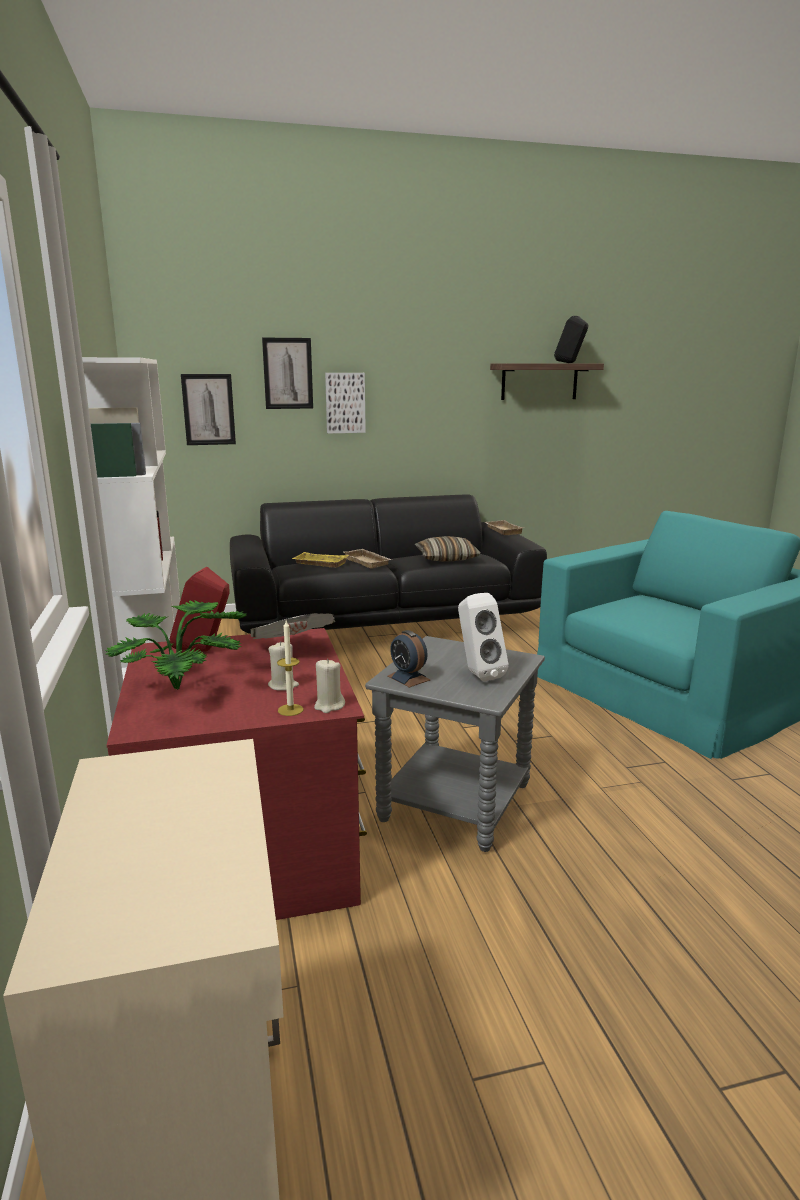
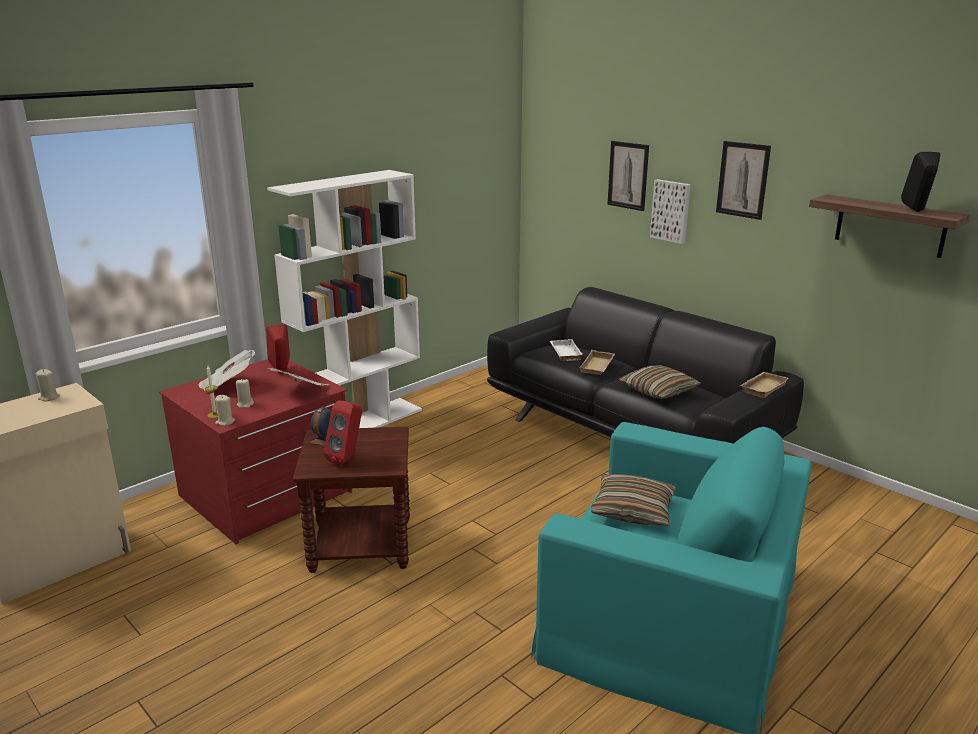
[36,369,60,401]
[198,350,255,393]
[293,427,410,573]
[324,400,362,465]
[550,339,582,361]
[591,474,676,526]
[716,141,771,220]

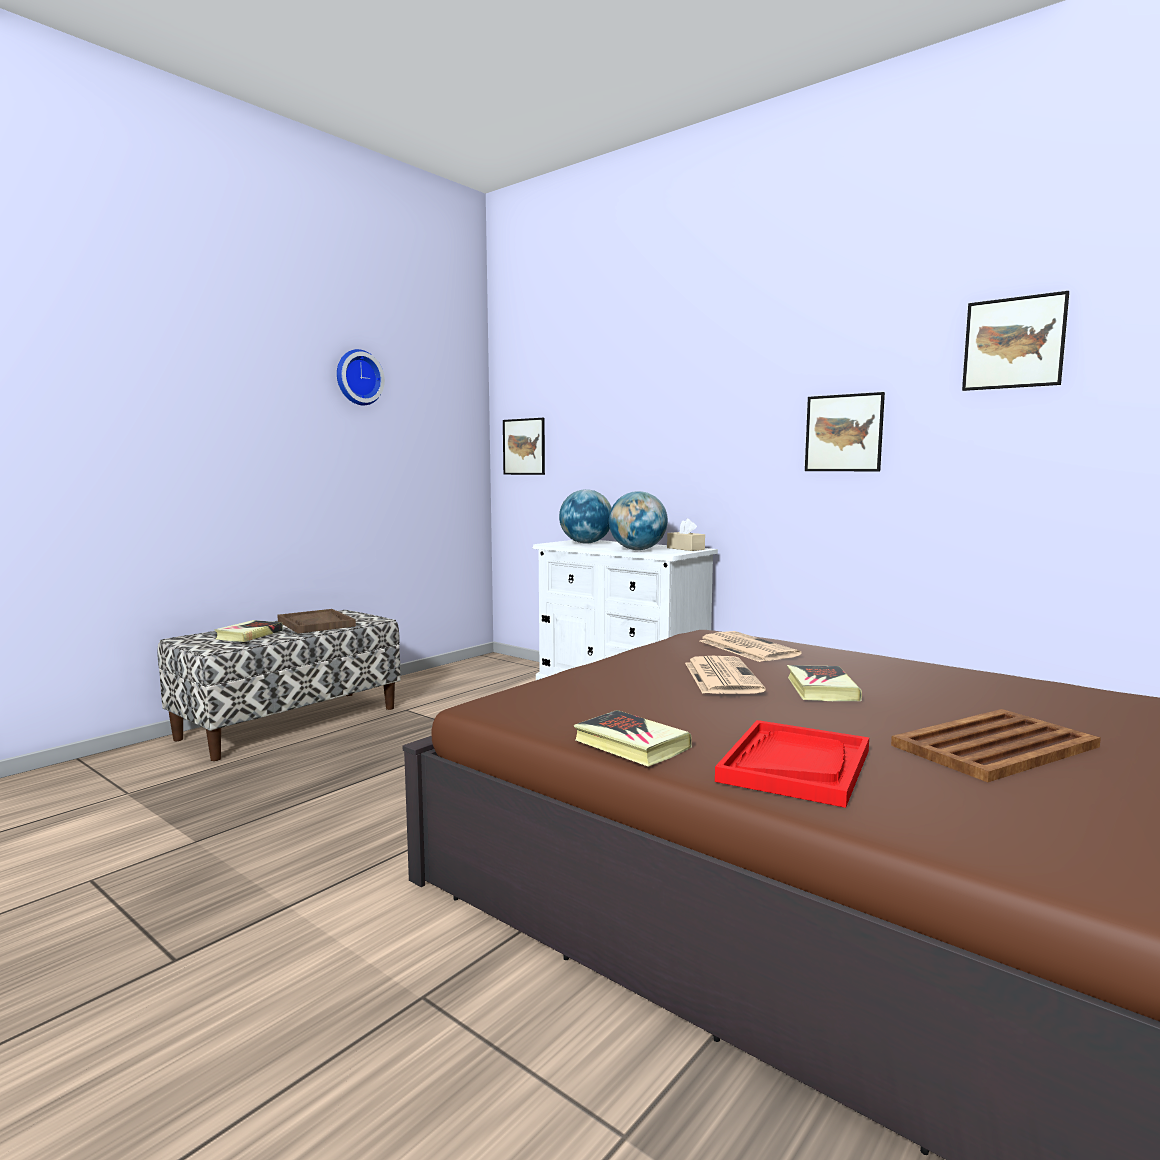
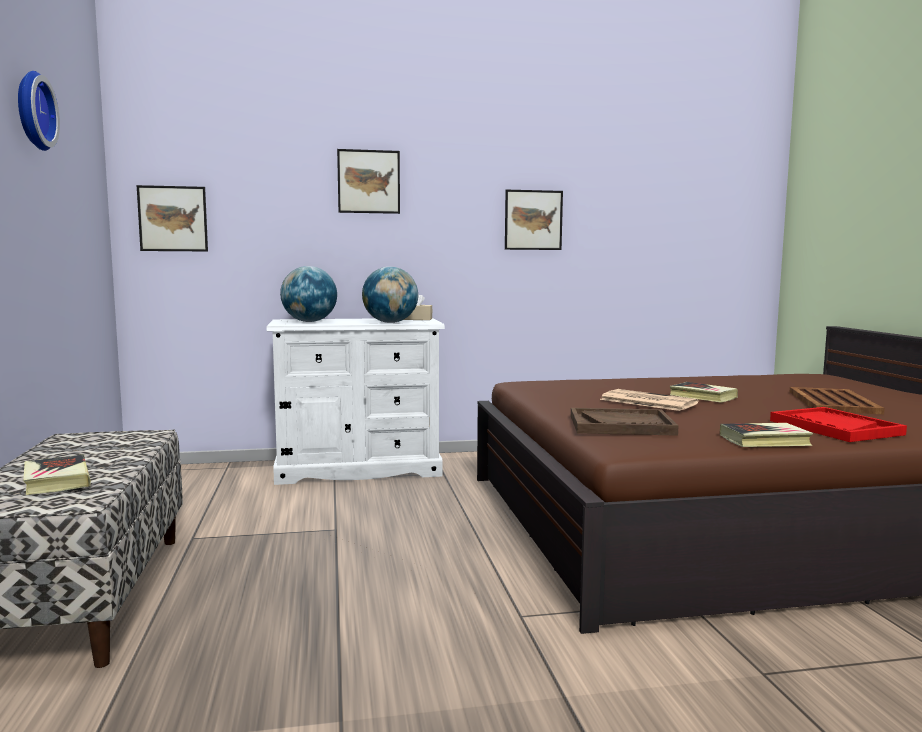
[337,149,400,214]
[571,408,678,436]
[700,631,802,662] (first image)

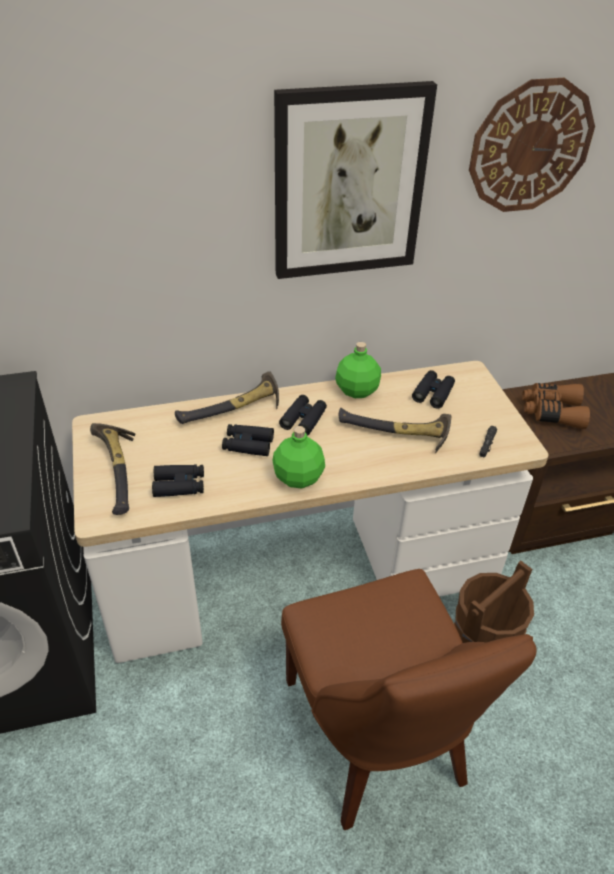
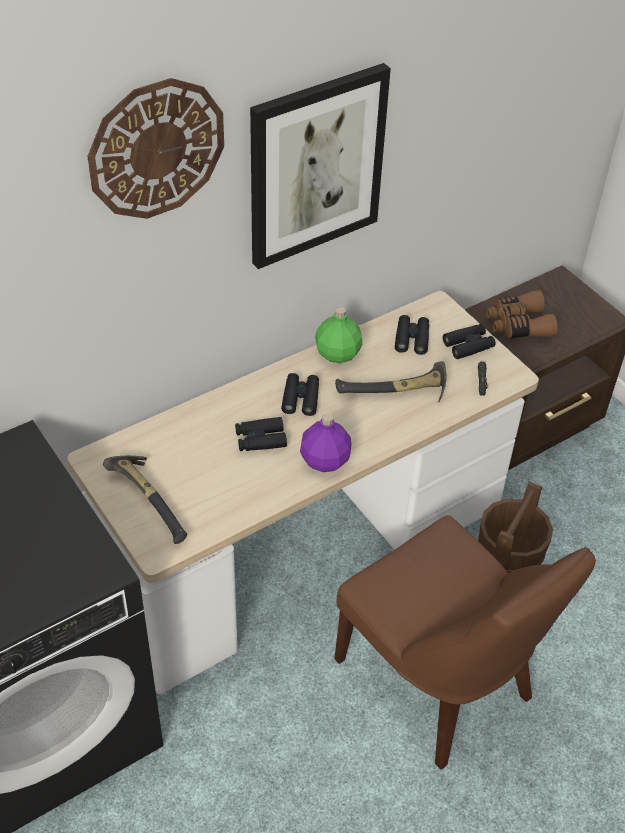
[87,78,224,219]
[300,413,351,472]
[443,324,496,359]
[175,371,279,424] (first image)

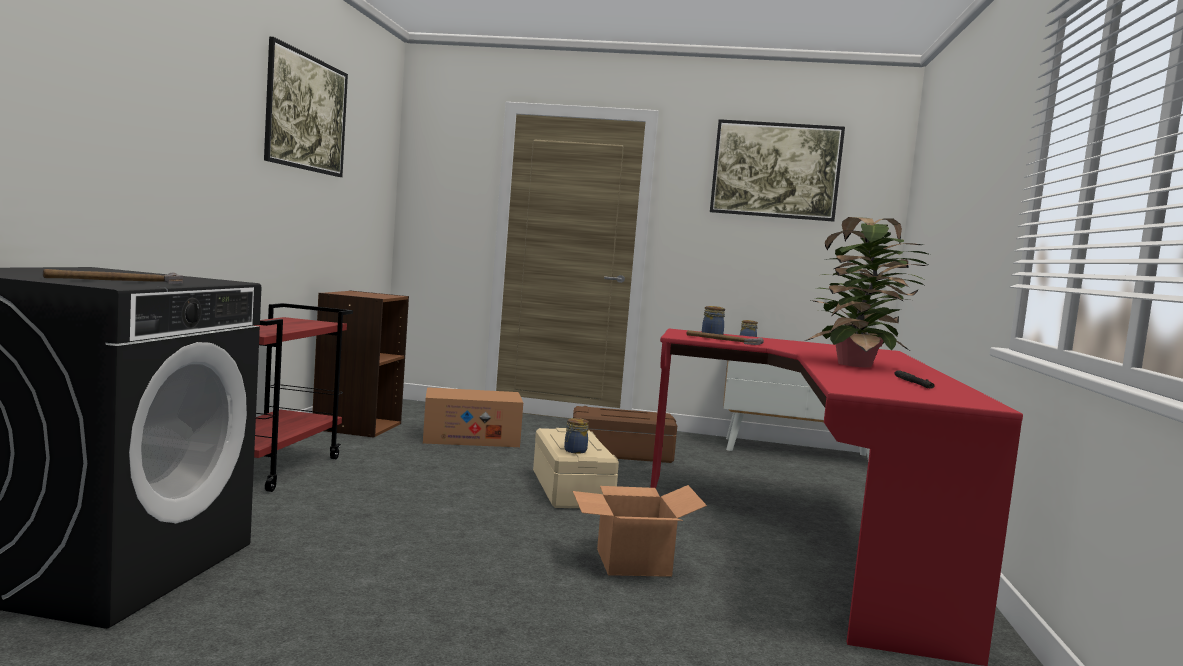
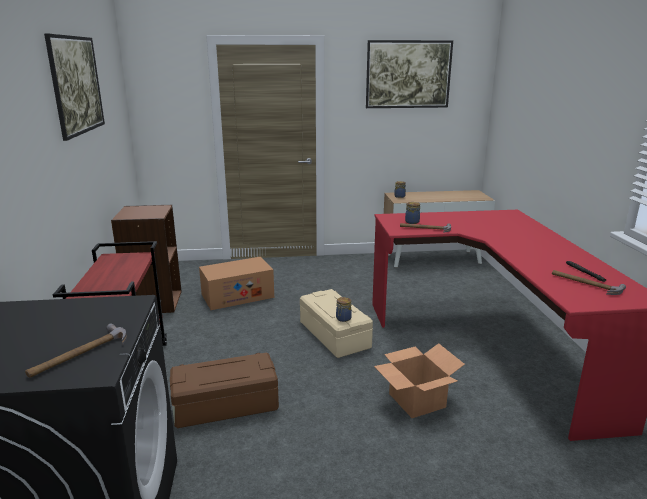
[170,353,279,428]
[552,270,626,295]
[805,217,930,368] (first image)

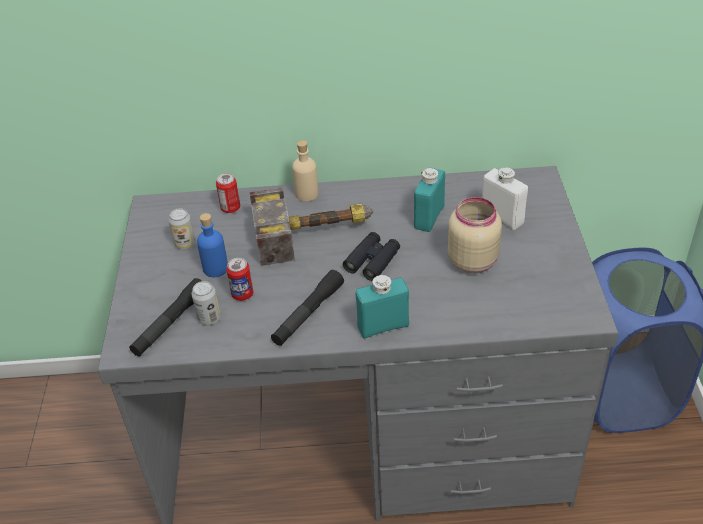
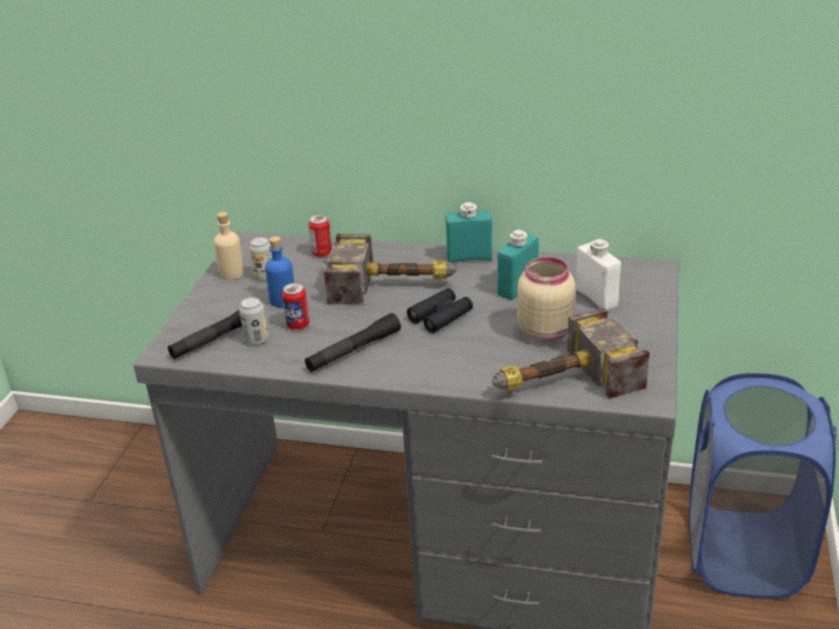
[214,212,244,280]
[445,202,493,263]
[492,307,650,399]

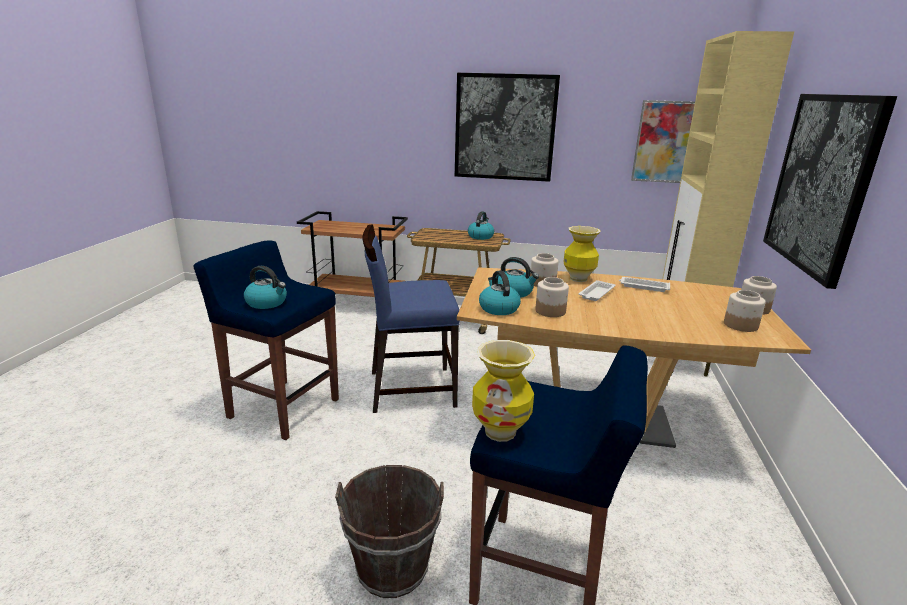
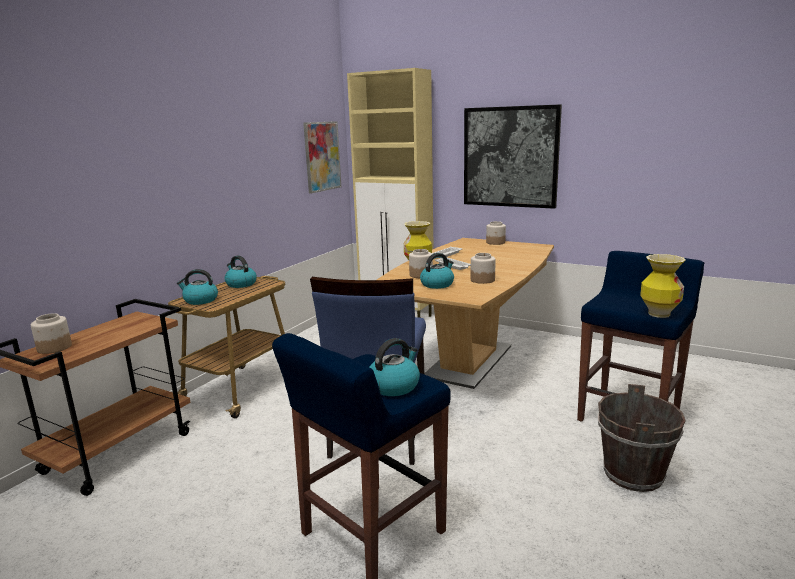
[31,313,72,354]
[177,269,218,305]
[455,73,560,182] (first image)

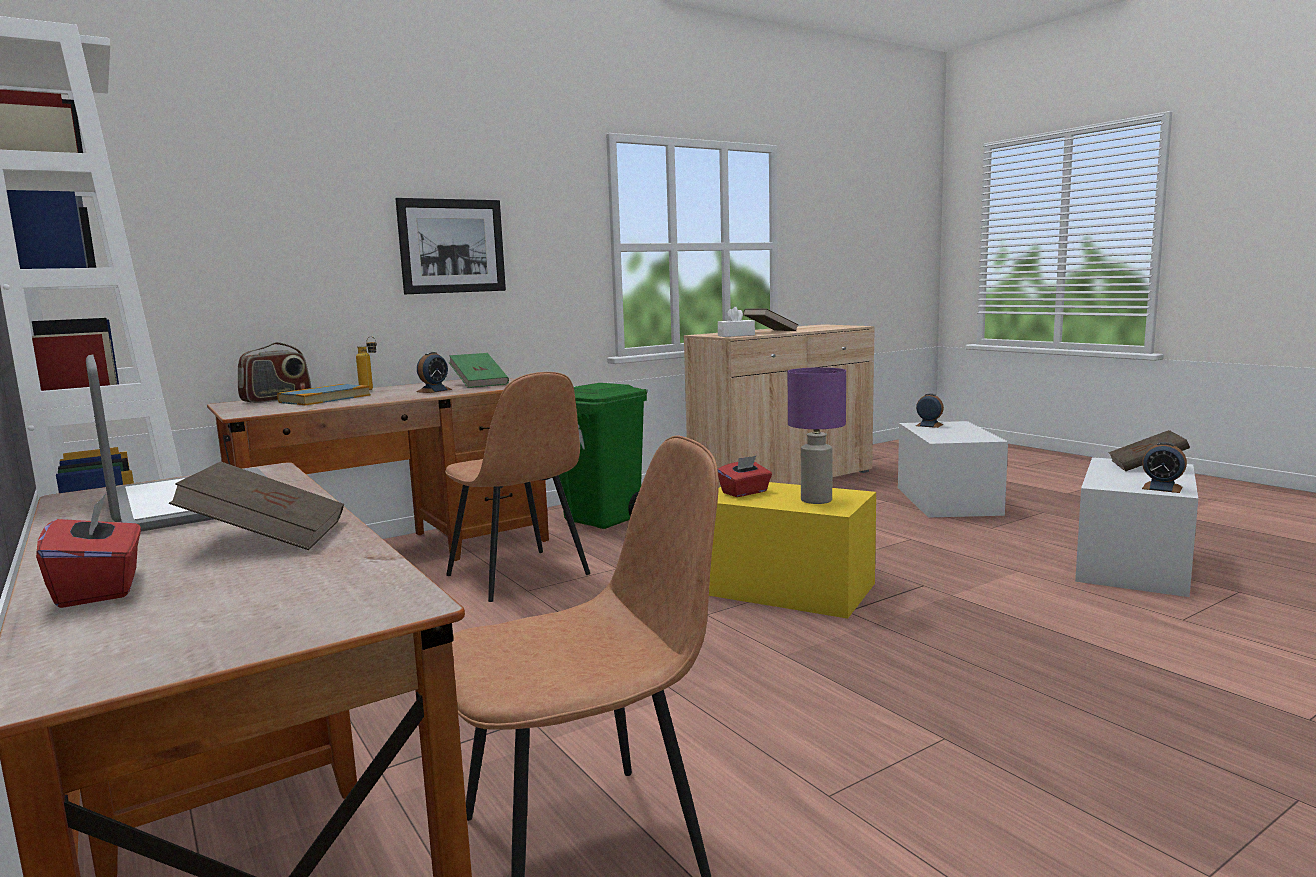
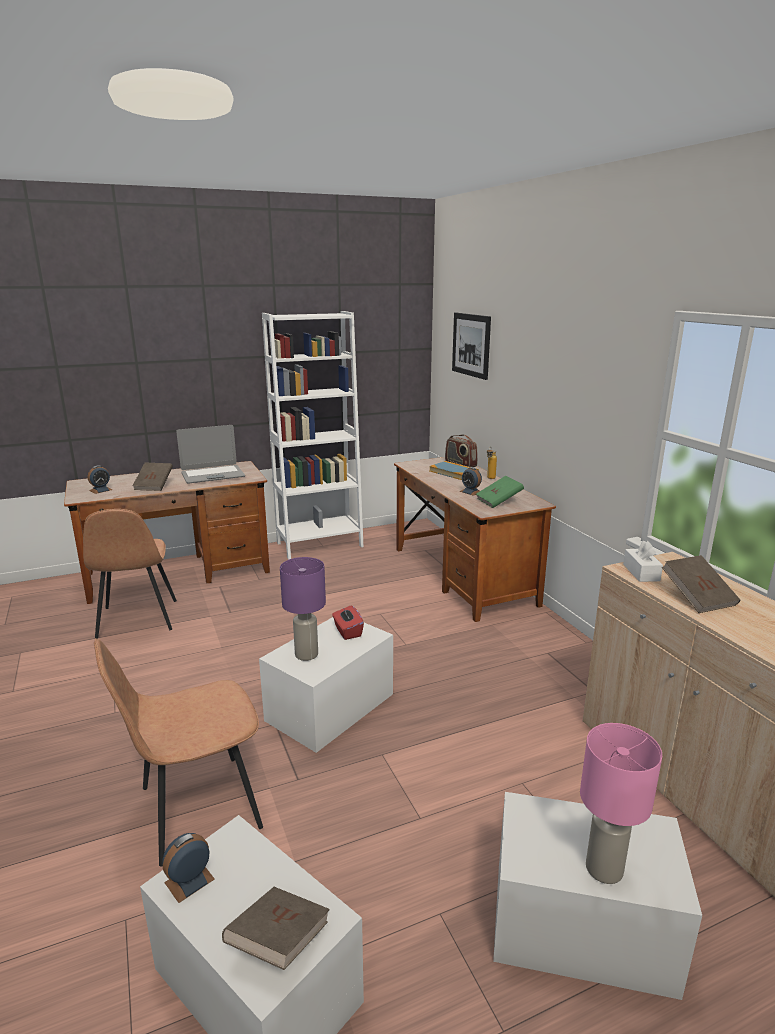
[88,466,112,494]
[94,638,263,866]
[259,617,393,753]
[452,313,491,380]
[580,723,662,884]
[36,494,141,608] (first image)
[559,383,648,529] (first image)

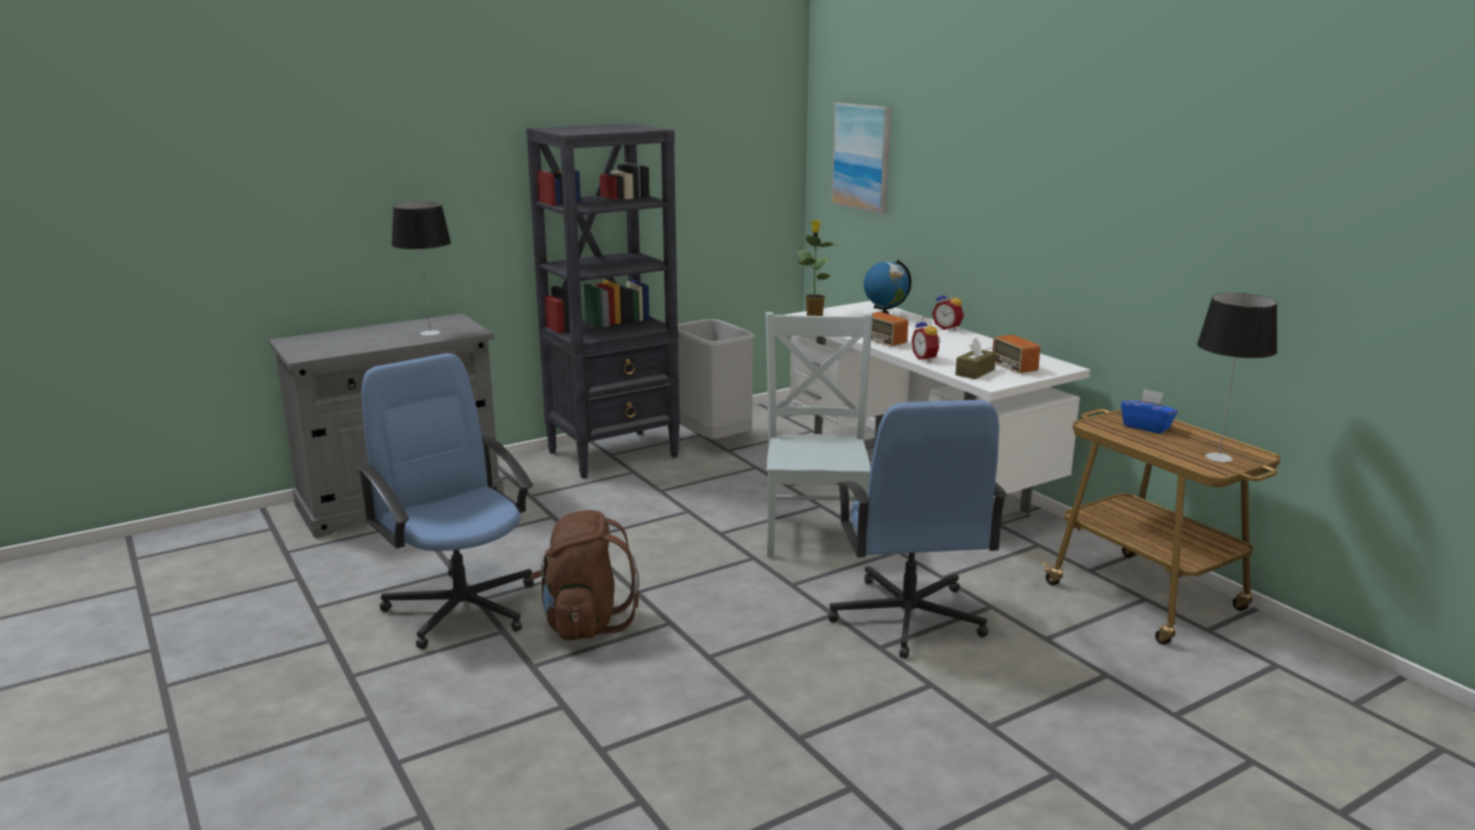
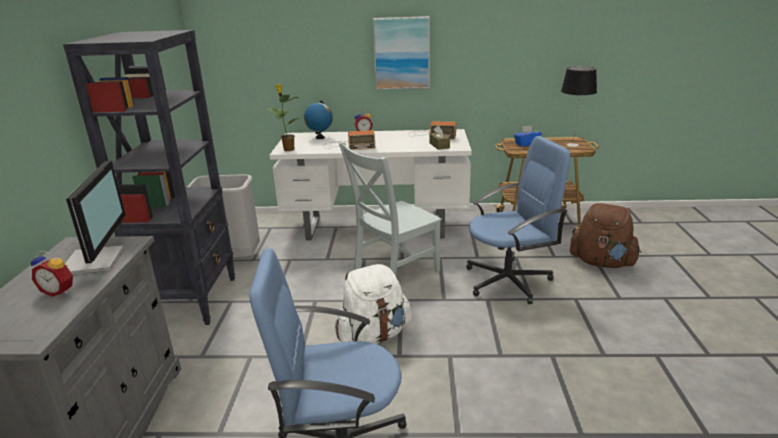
[31,251,73,297]
[65,161,126,274]
[335,264,412,344]
[339,142,442,276]
[373,16,430,90]
[466,136,570,304]
[570,203,641,268]

